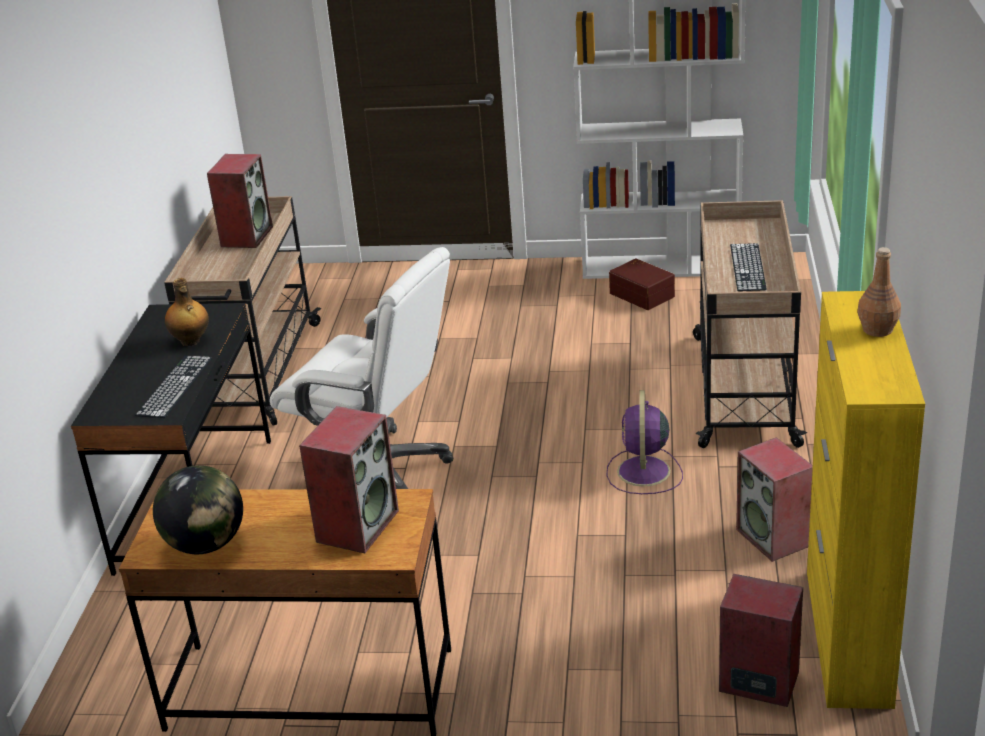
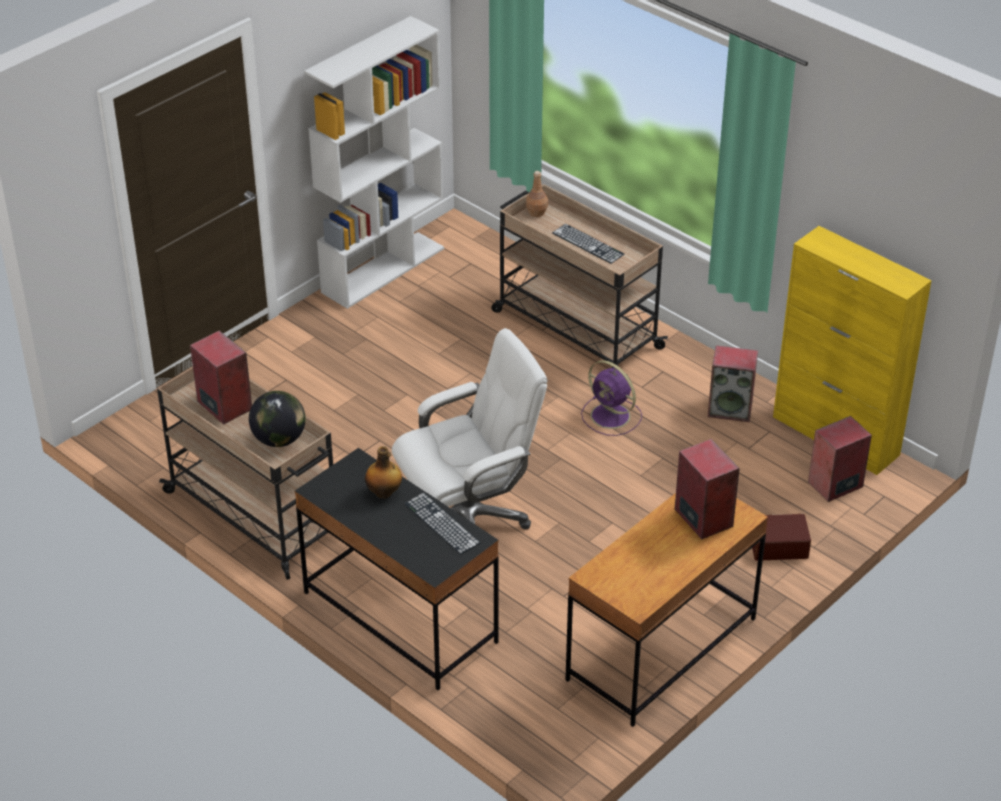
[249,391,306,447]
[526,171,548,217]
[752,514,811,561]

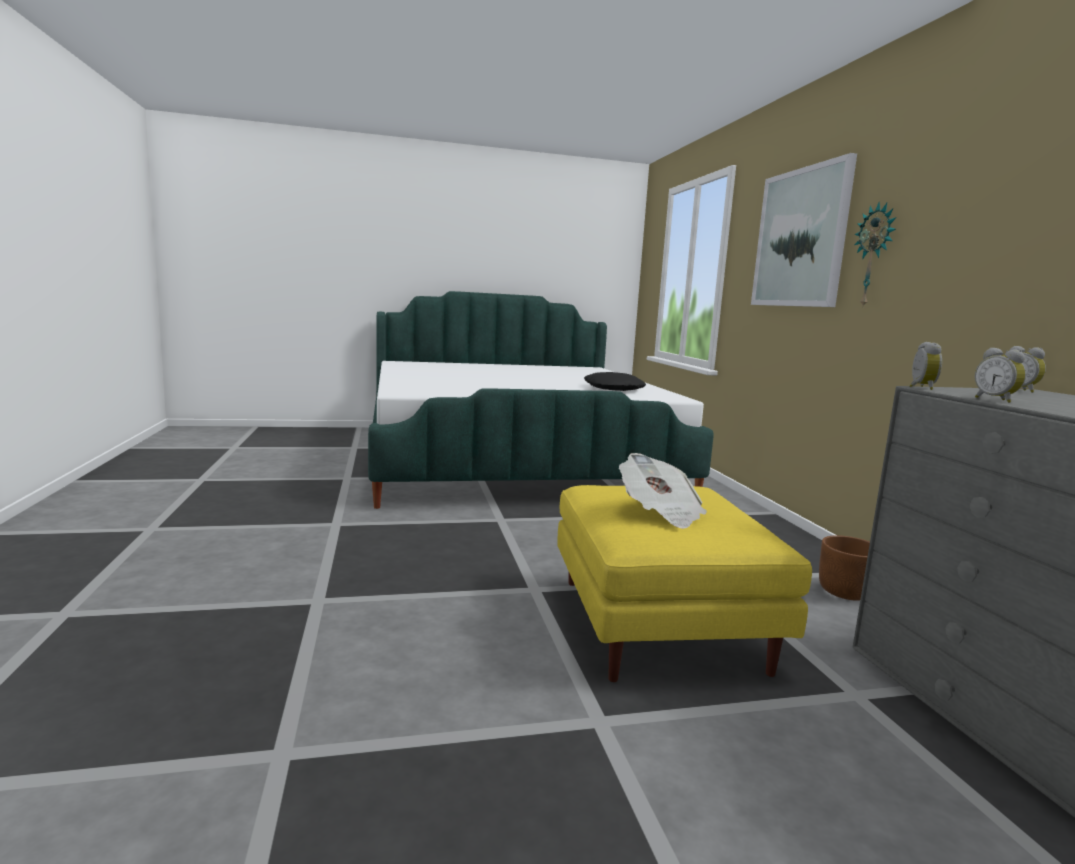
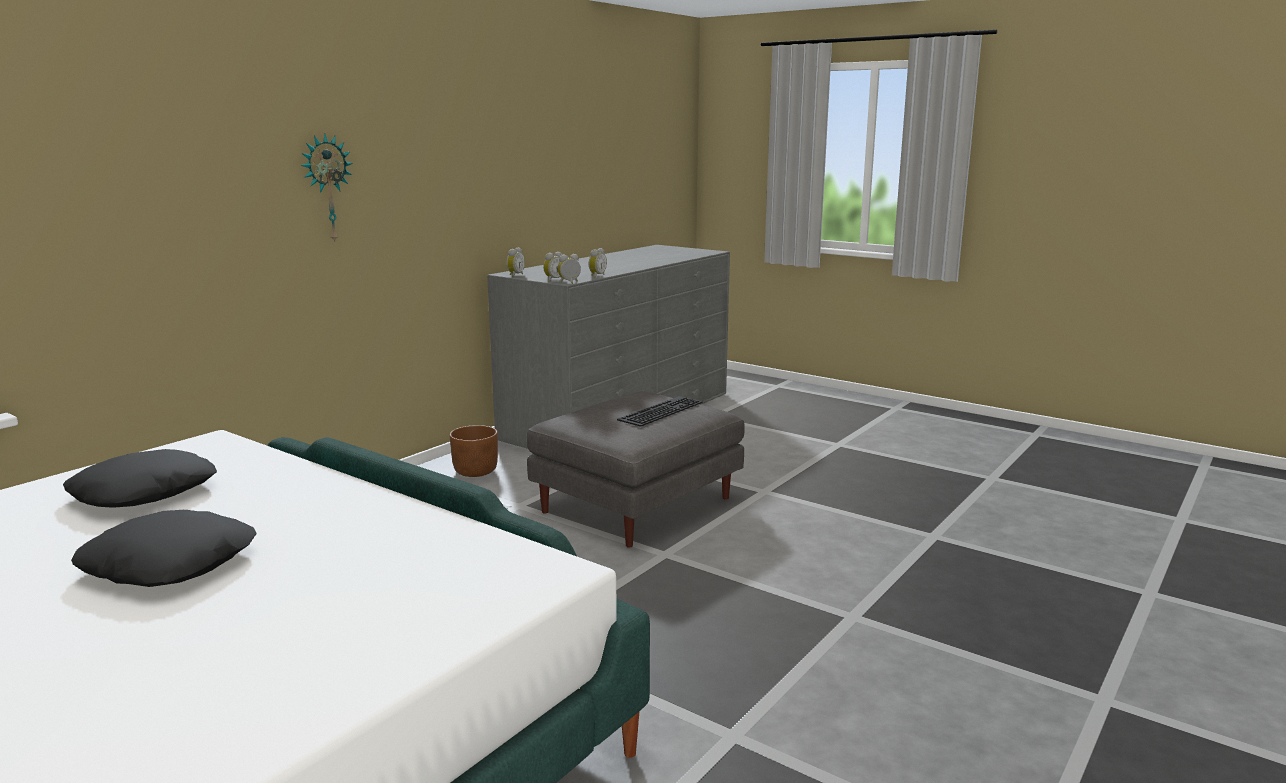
[71,510,257,587]
[527,391,745,548]
[543,252,562,282]
[617,396,702,427]
[751,153,857,307] (first image)

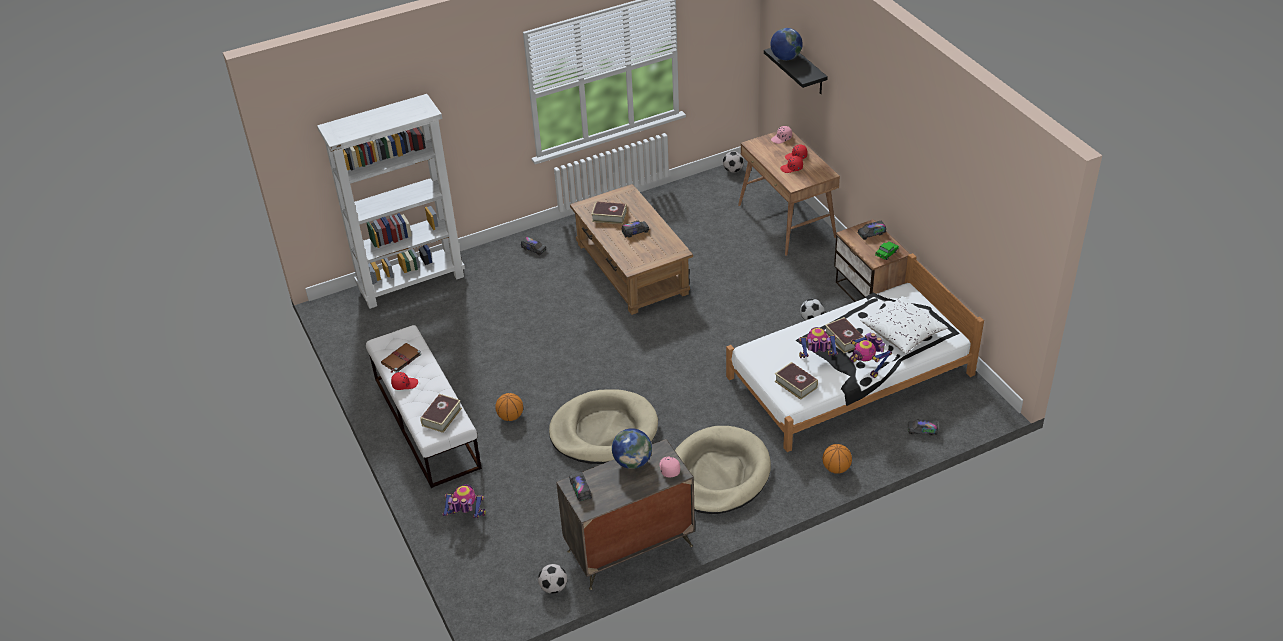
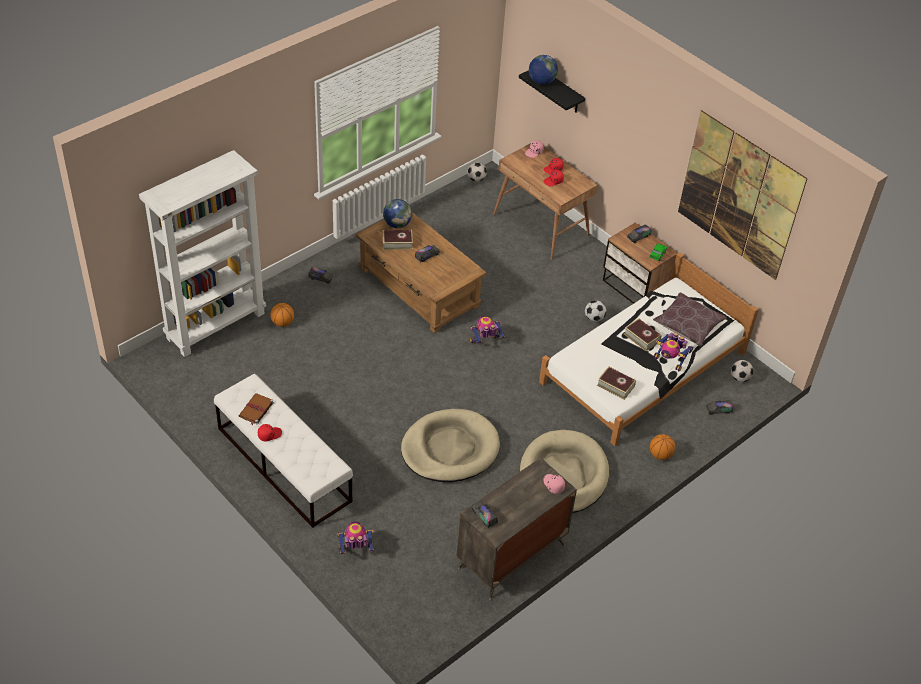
[270,303,294,327]
[383,199,412,228]
[470,316,505,343]
[653,292,727,346]
[678,110,808,280]
[731,360,754,382]
[420,394,462,433] (first image)

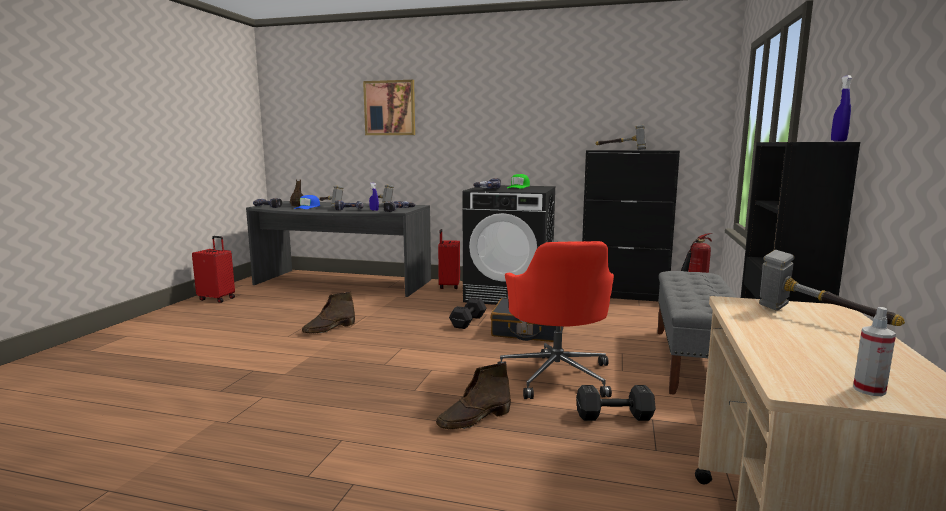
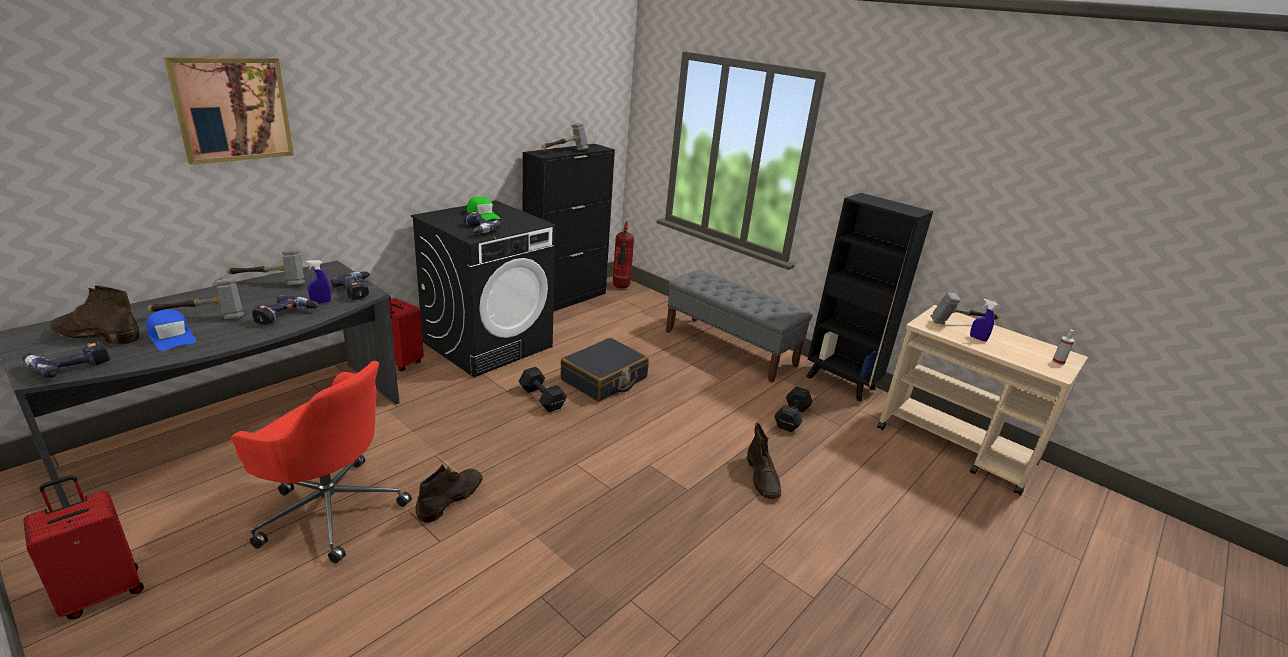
[231,361,412,563]
[415,464,483,523]
[970,299,997,342]

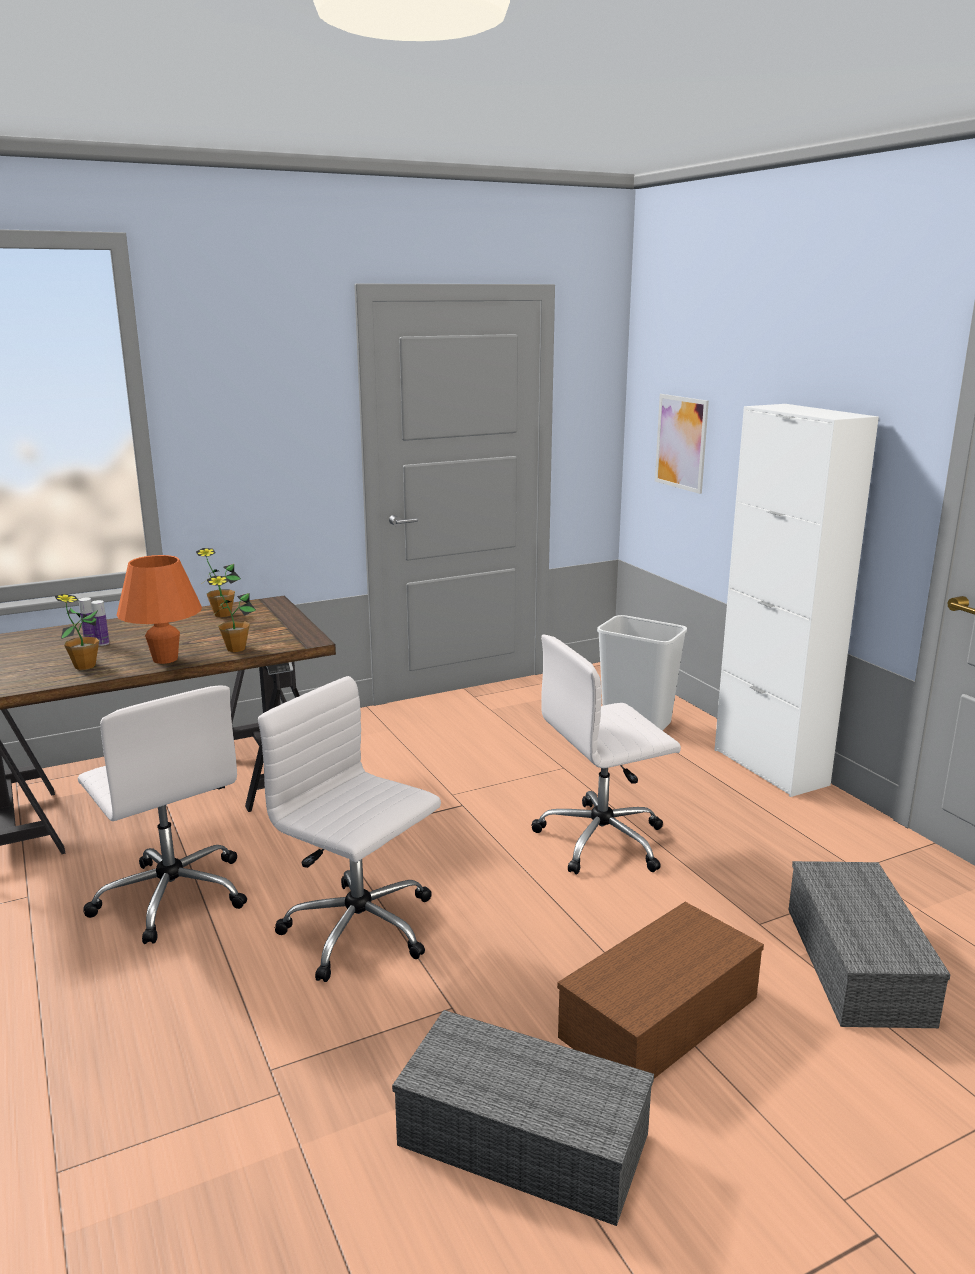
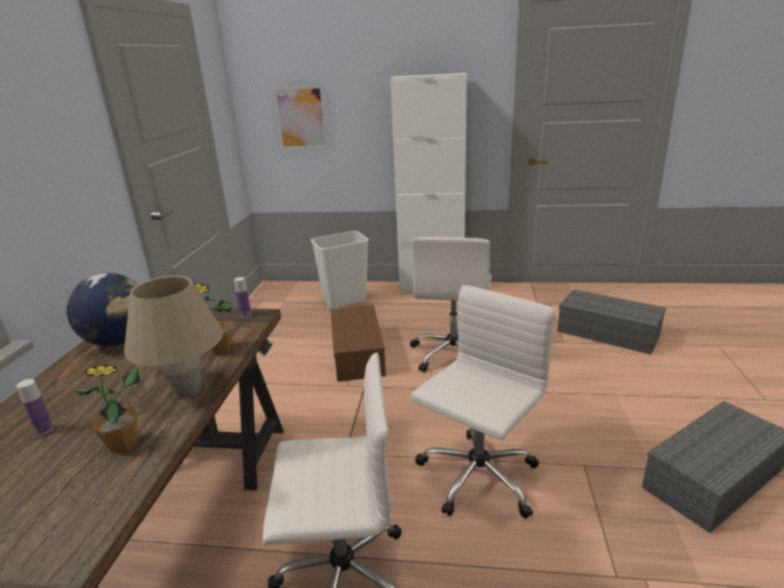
[66,273,138,346]
[124,276,223,398]
[234,277,252,318]
[330,305,386,382]
[411,285,555,519]

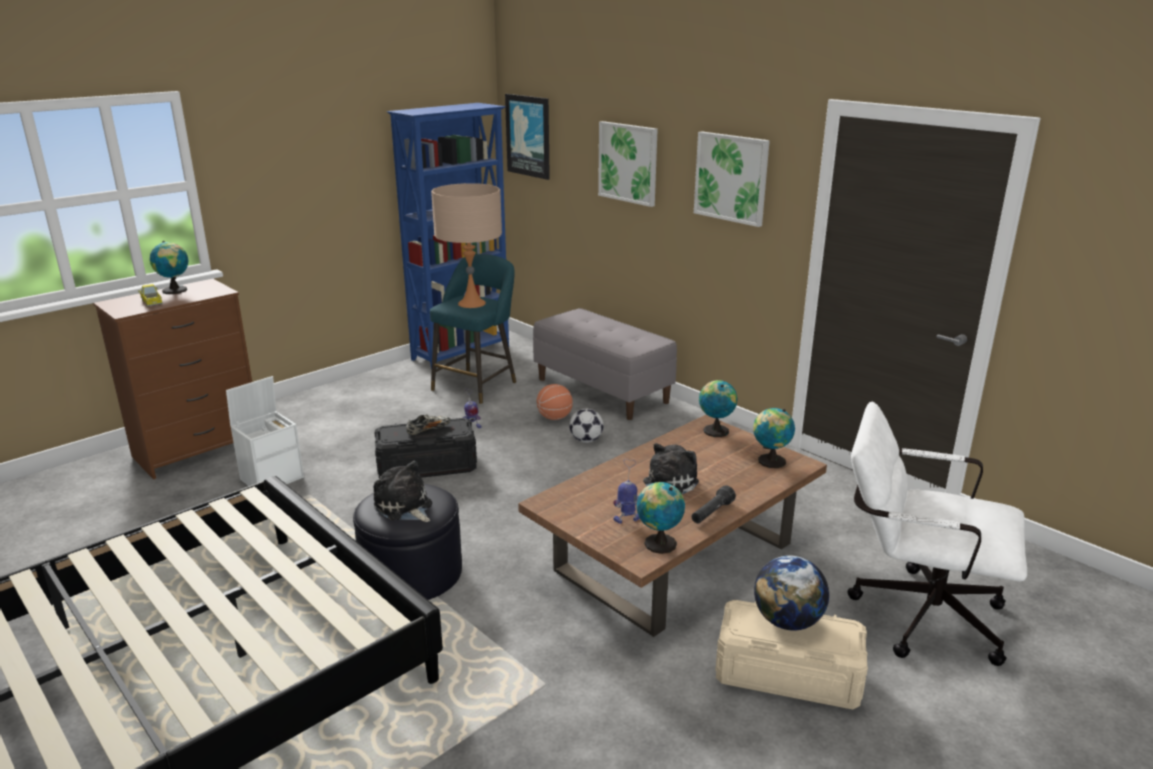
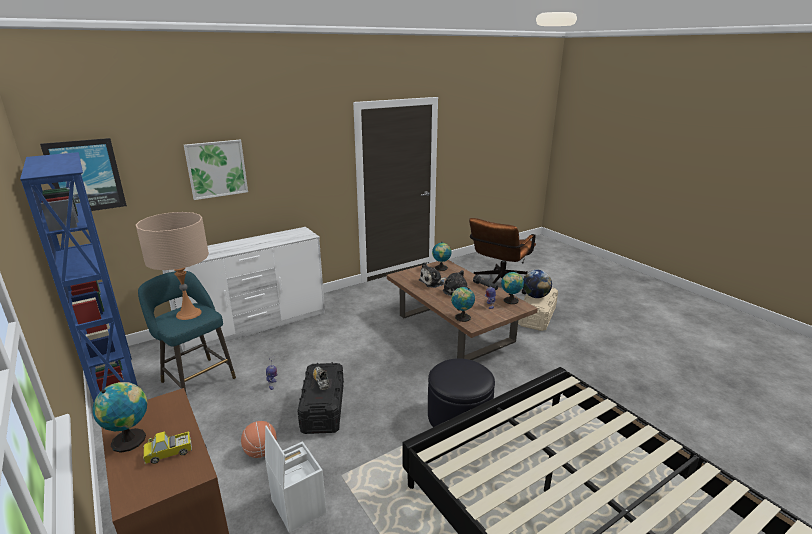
[162,227,325,355]
[241,421,277,458]
[418,262,446,288]
[451,287,475,322]
[469,218,536,294]
[569,409,603,443] (first image)
[694,131,770,227] (first image)

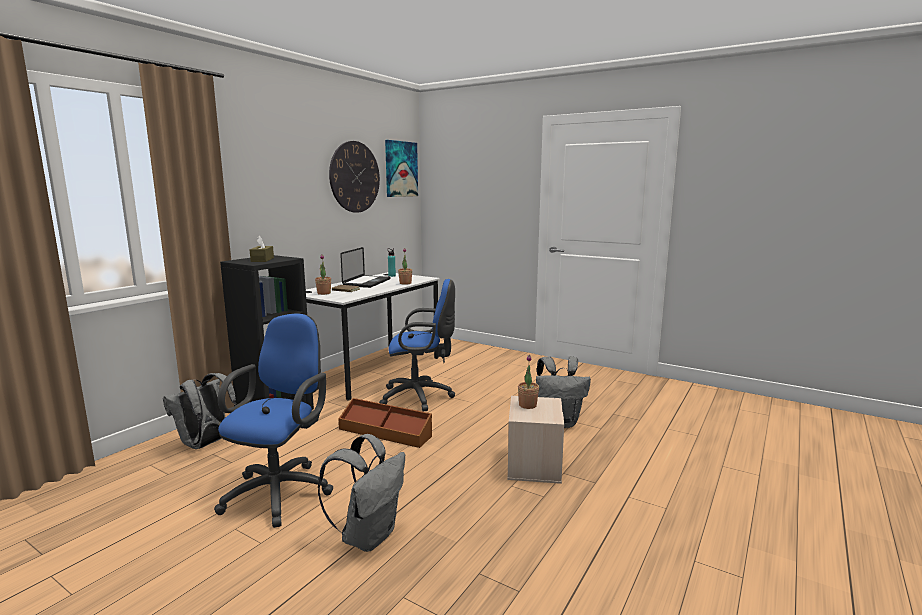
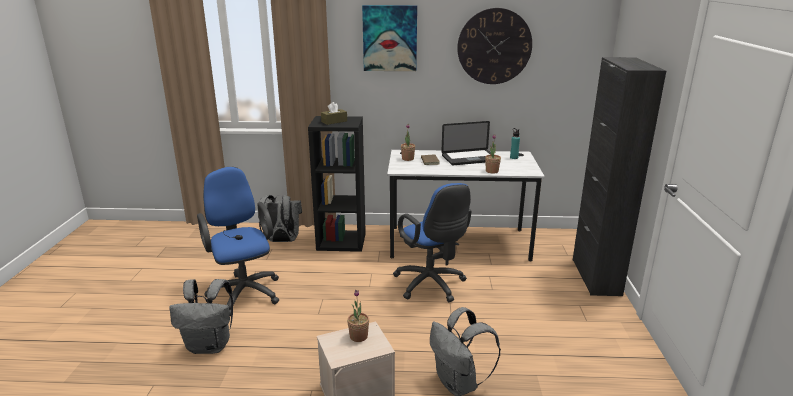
[197,167,279,316]
[362,5,417,71]
[573,57,666,296]
[338,398,432,448] (first image)

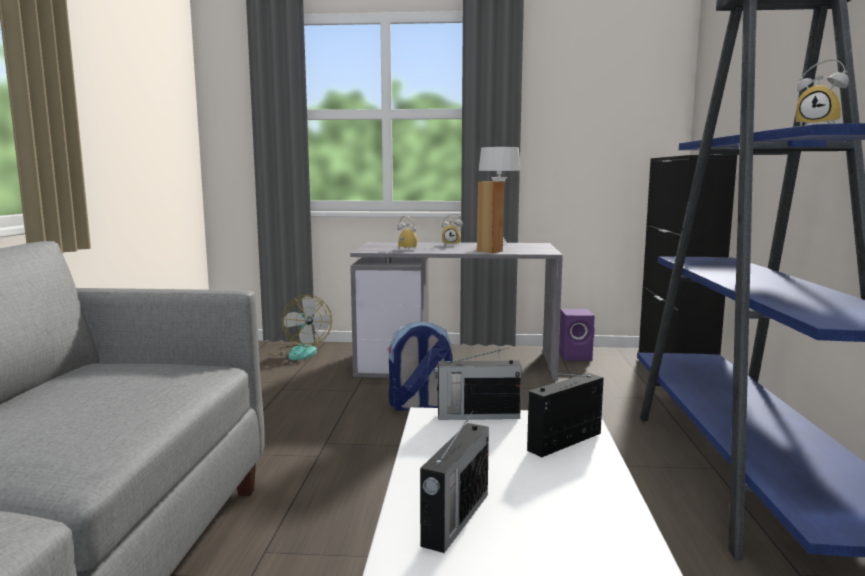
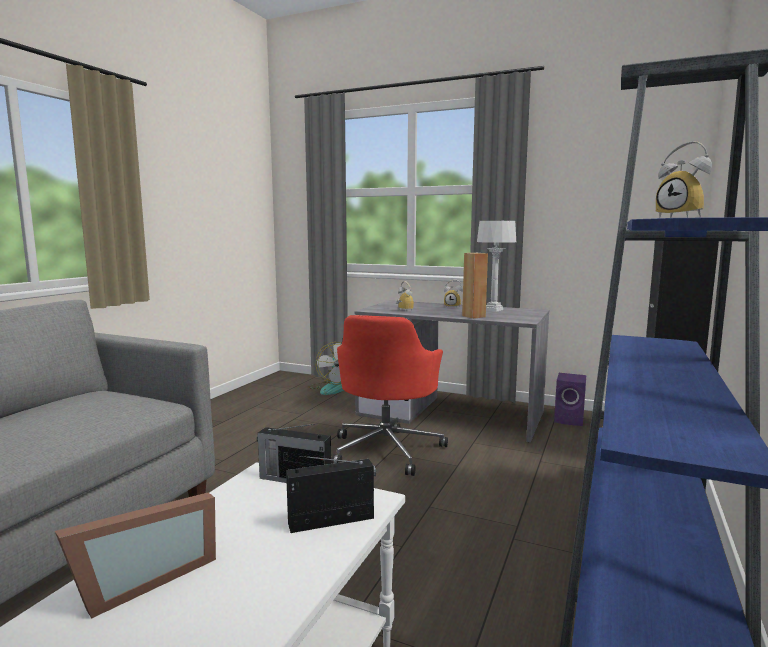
[55,493,216,619]
[331,315,448,476]

